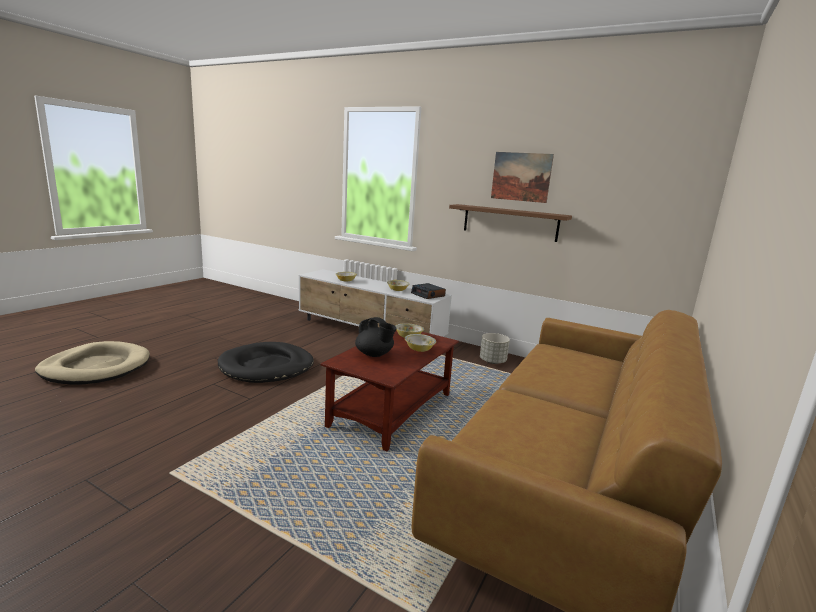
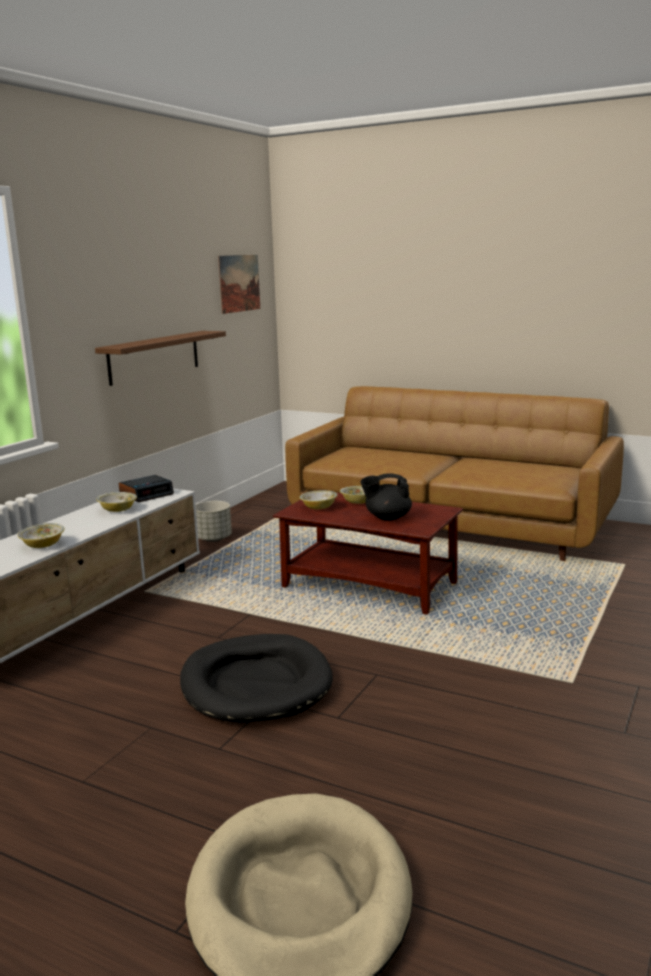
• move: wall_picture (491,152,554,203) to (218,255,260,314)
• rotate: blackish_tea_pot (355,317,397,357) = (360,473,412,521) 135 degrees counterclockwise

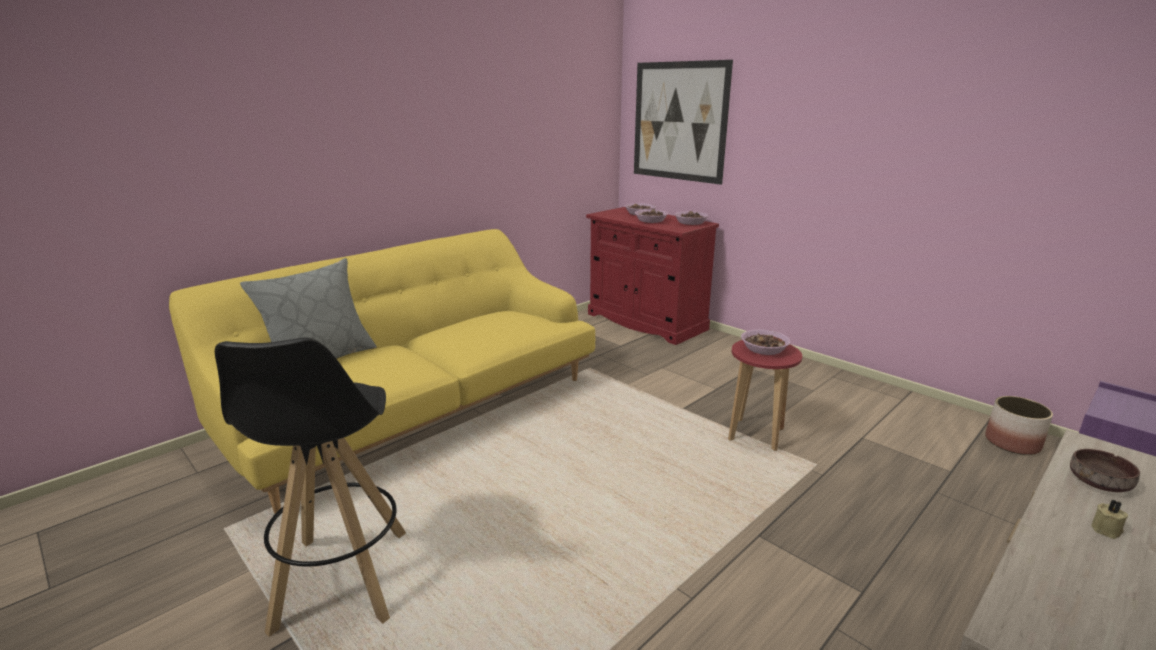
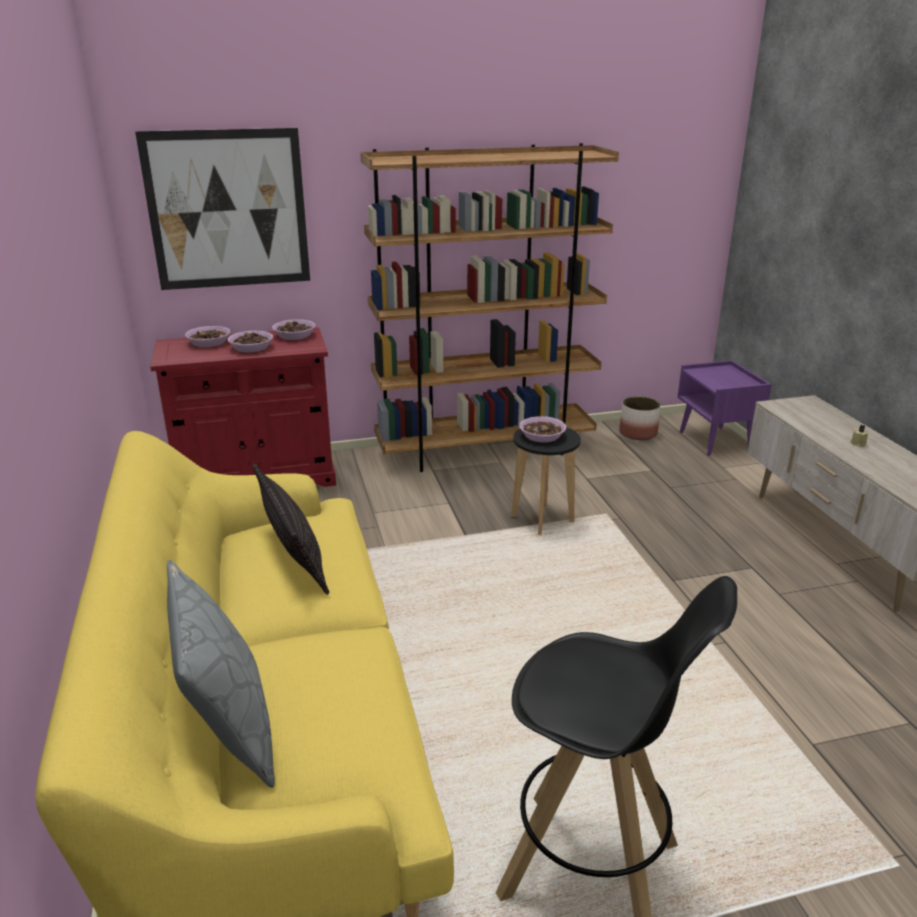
• delete: brown_deep_dish (1070,449,1140,492)
• insert: pillow (253,463,329,595)
• insert: brown_bookshelf (360,143,619,472)
• recolor: red-coloured_sitting_stool (728,340,802,451) to blackish_sitting_stool (511,427,581,535)

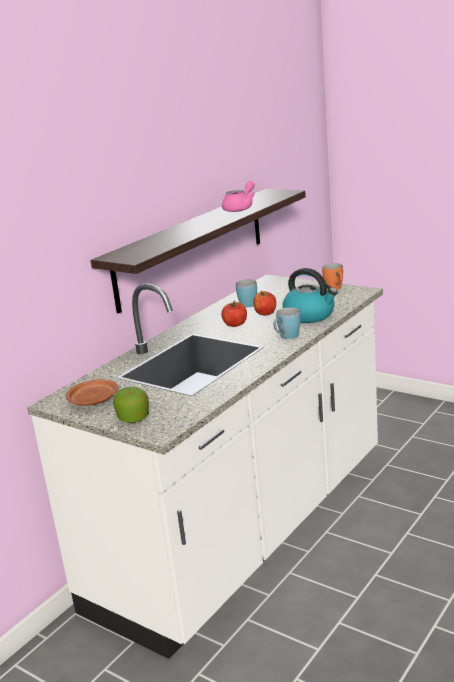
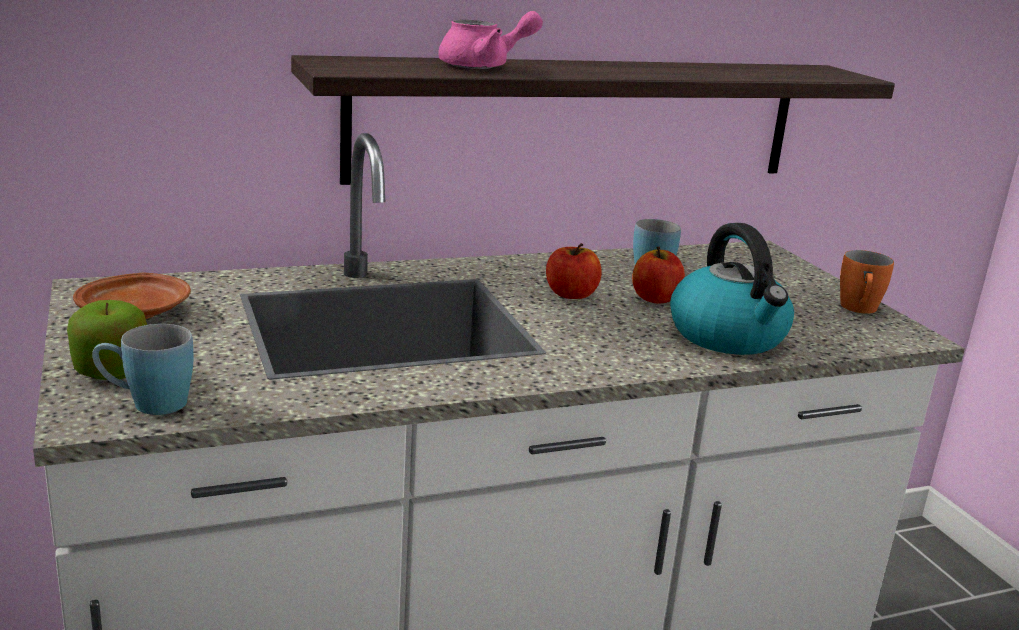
• move: pink_tea_pot (222,181,255,212) to (438,11,543,69)
• move: blue-coloured_tea_mug (273,307,301,339) to (92,324,194,415)

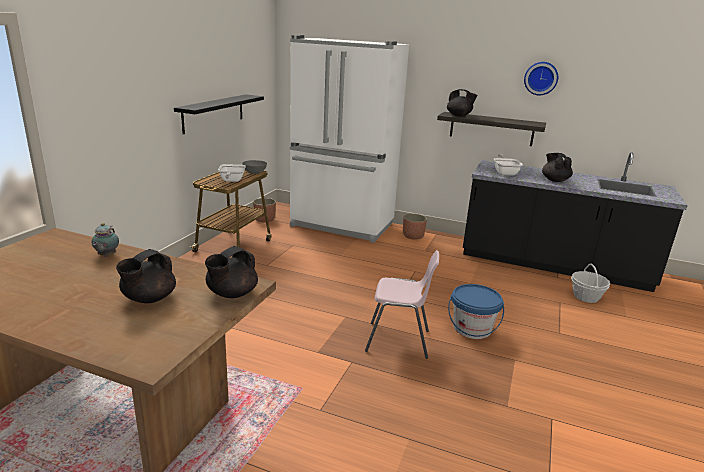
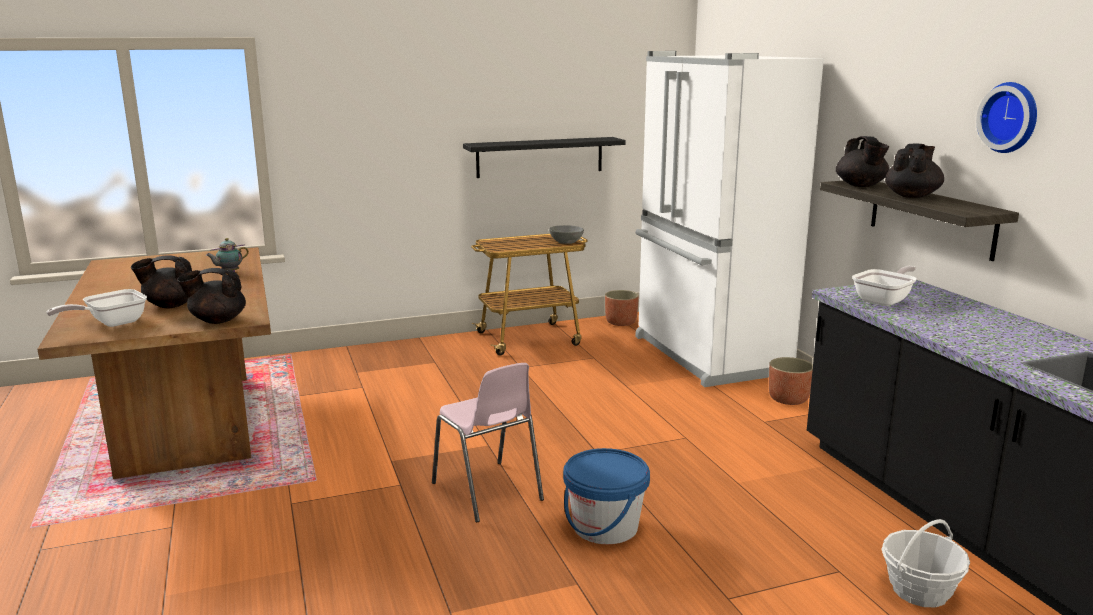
• move: frying_pan (218,164,246,182) to (46,289,147,327)
• move: blackish_tea_pot (542,153,573,182) to (885,144,944,198)

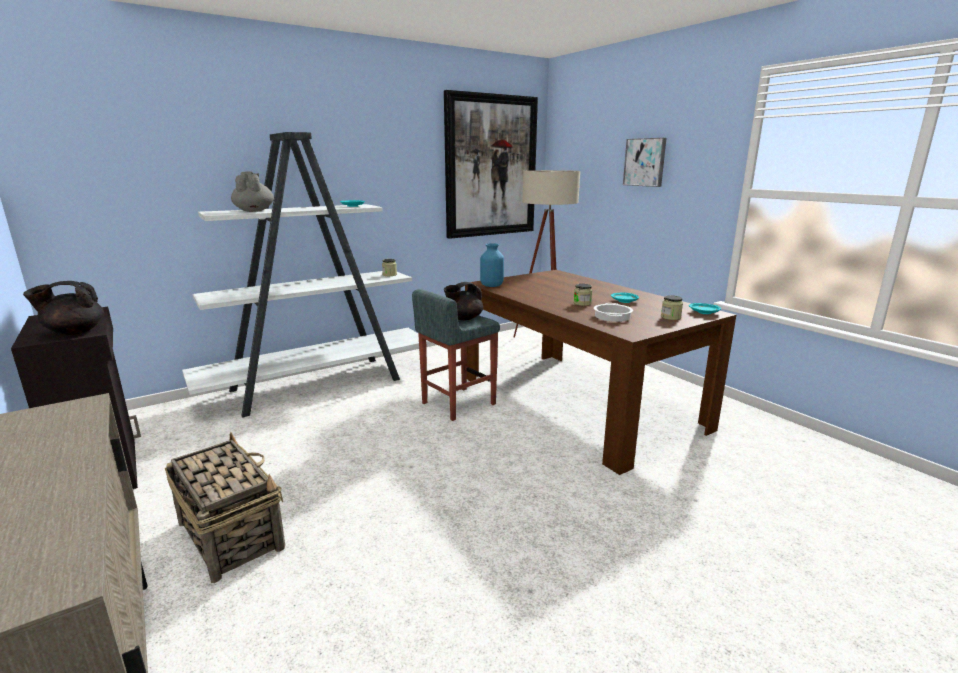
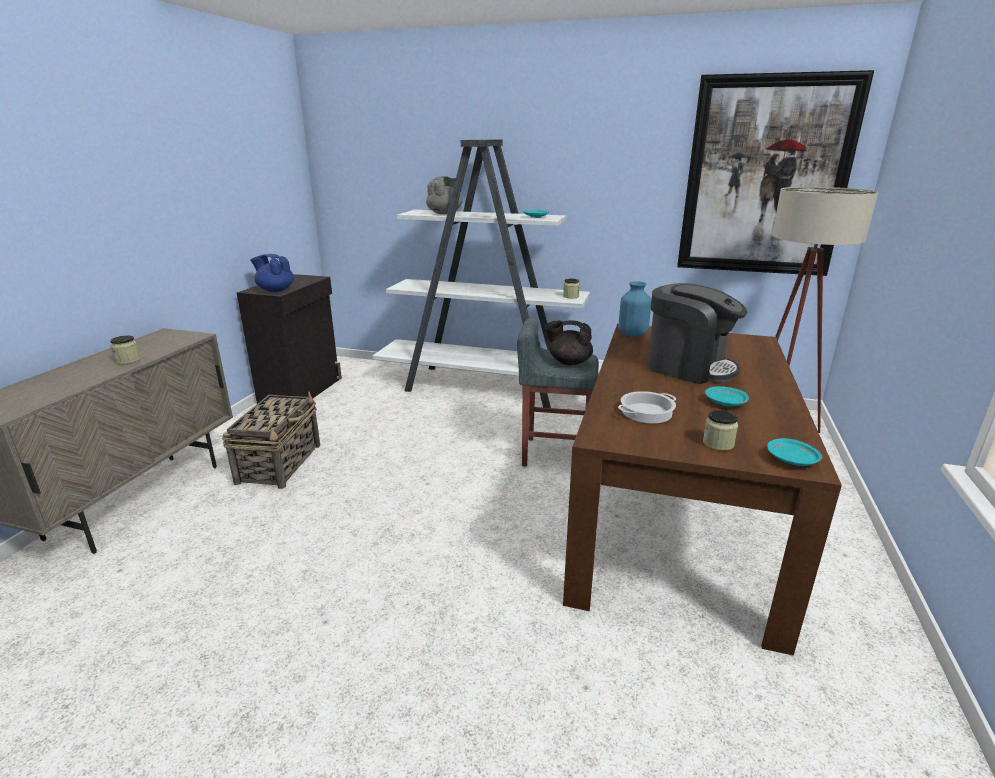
• delete: wall_picture (623,138,666,187)
• insert: coffee_brewer (648,283,747,384)
• move: preserve_jar (574,284,592,306) to (110,335,140,365)
• recolor: blackish_tea_pot (23,281,104,335) to blue-coloured_tea_pot (250,254,294,292)

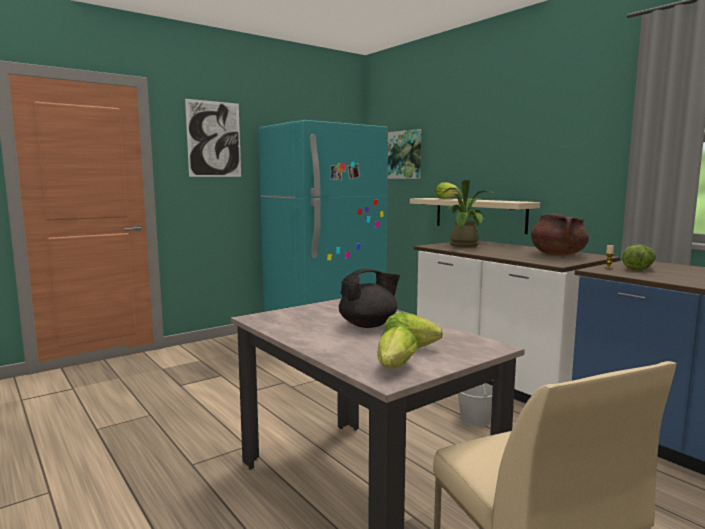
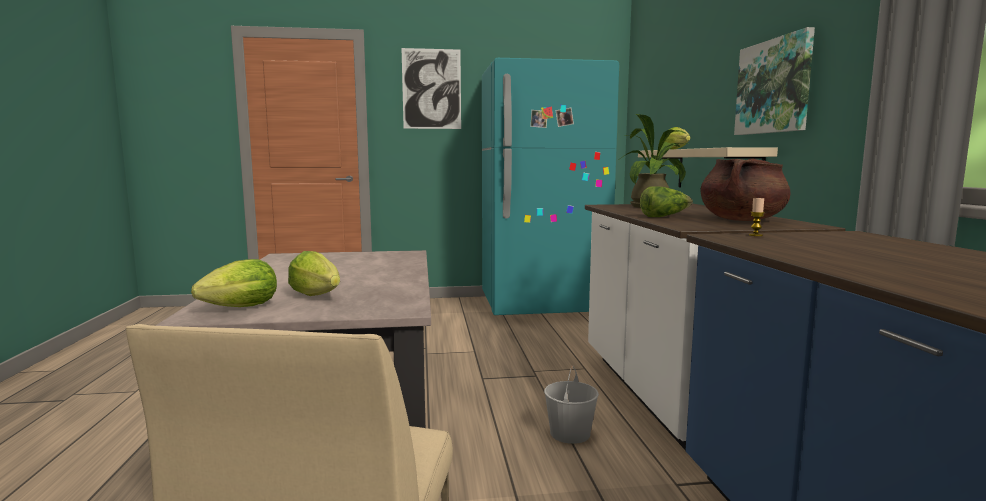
• delete: blackish_tea_pot (339,269,400,328)
• move: wall_picture (388,129,421,179) to (734,27,815,135)
• move: head_of_lettuce (622,245,656,270) to (640,187,693,217)

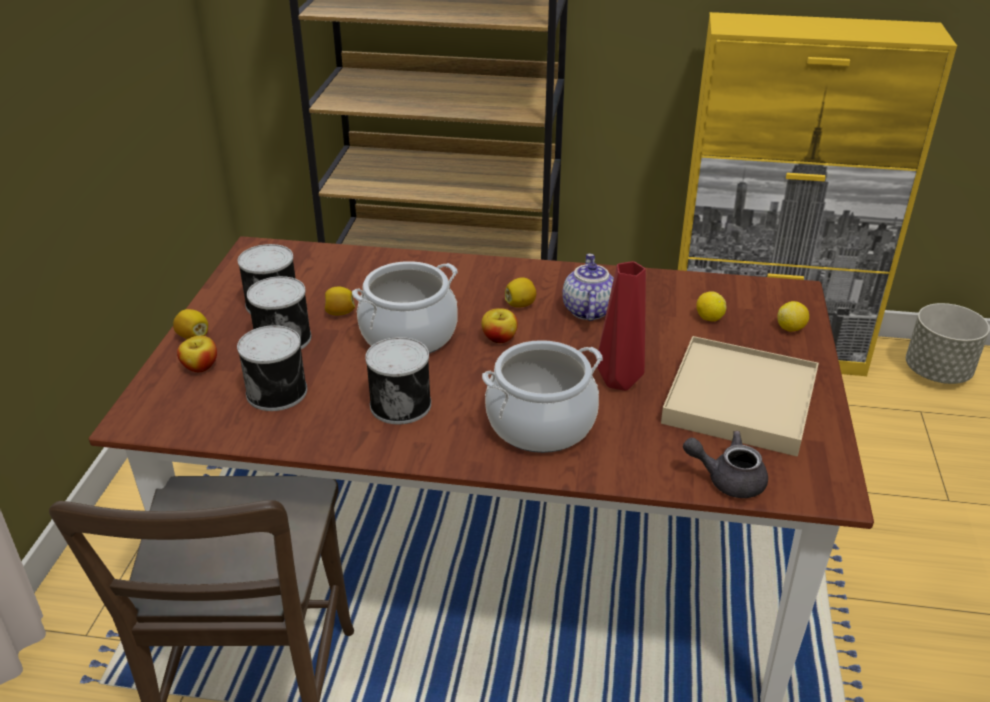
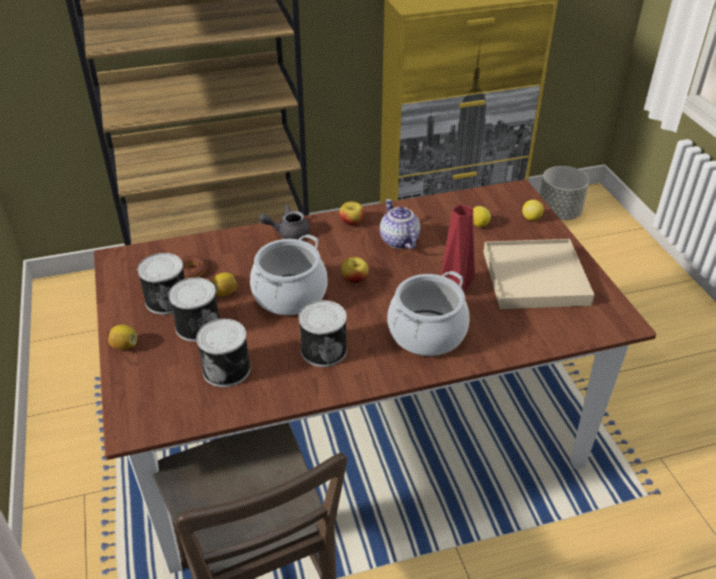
• delete: citrus_fruit (505,277,536,308)
• insert: donut (181,255,208,278)
• move: whole_apple (177,336,217,372) to (340,202,364,226)
• move: gray_tea_pot (683,431,768,498) to (259,205,310,239)

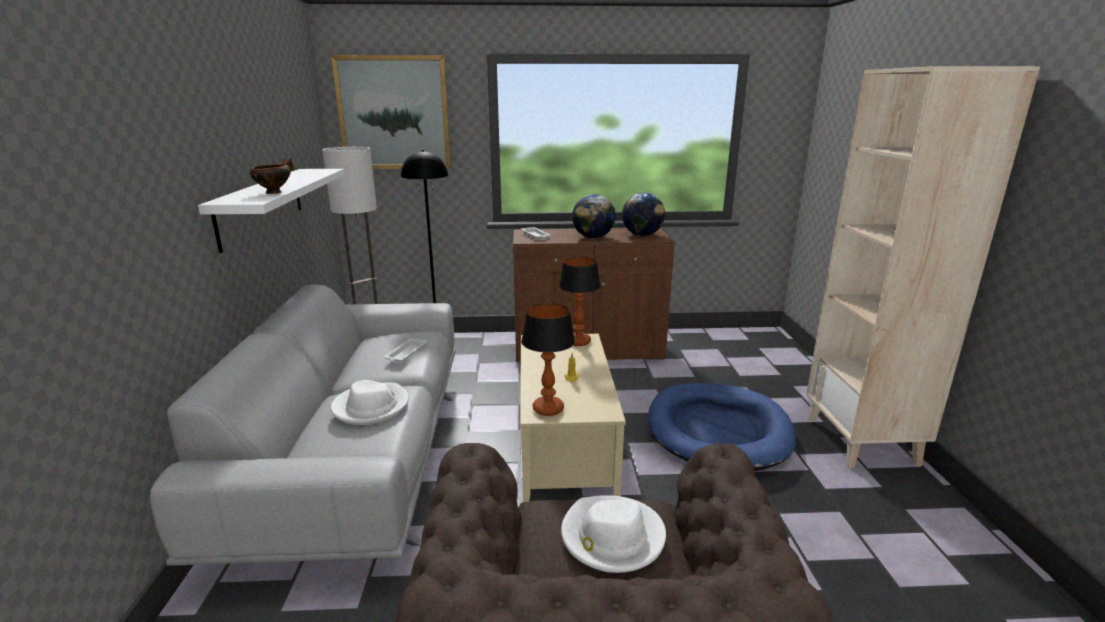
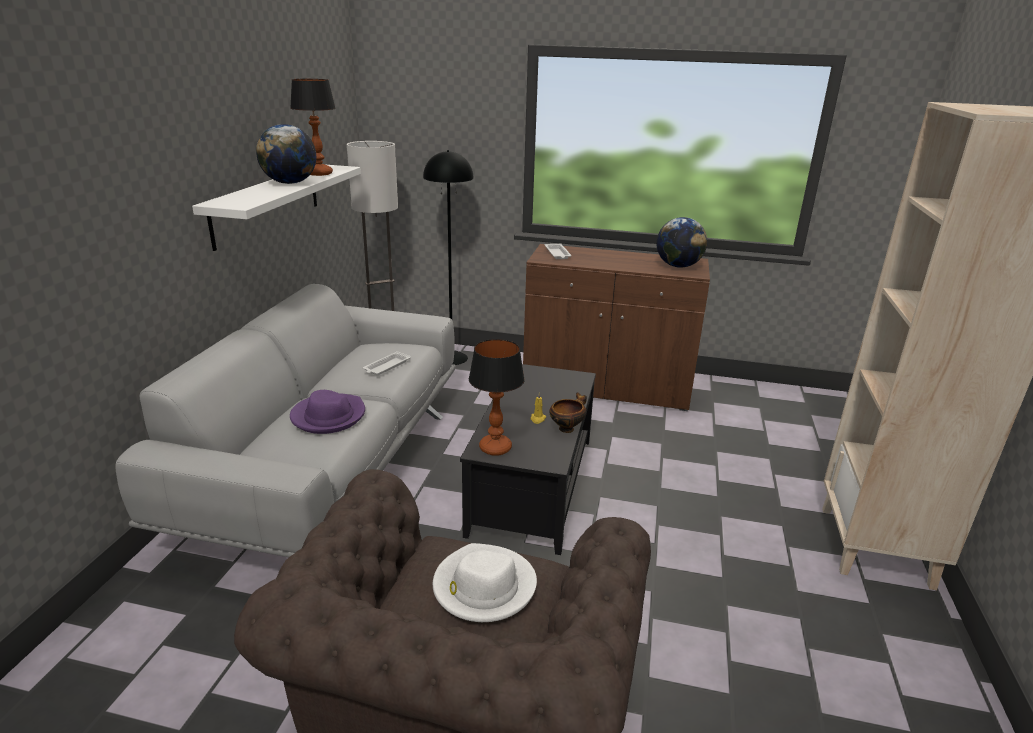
• delete: wall_picture (331,55,451,169)
• delete: blue-coloured_dog_cushion (648,383,796,471)
• move: deep_dish (250,159,294,194) to (549,392,587,433)
• move: tabletop_lamp (559,257,601,346) to (290,79,336,176)
• move: desk_globe (572,194,616,238) to (256,124,316,184)
• recolor: white-coloured_wearable_hat (331,380,409,425) to purplish_wearable_hat (290,390,365,434)
• recolor: beige-coloured_low_table (520,334,626,502) to blackish_low_table (460,364,596,555)

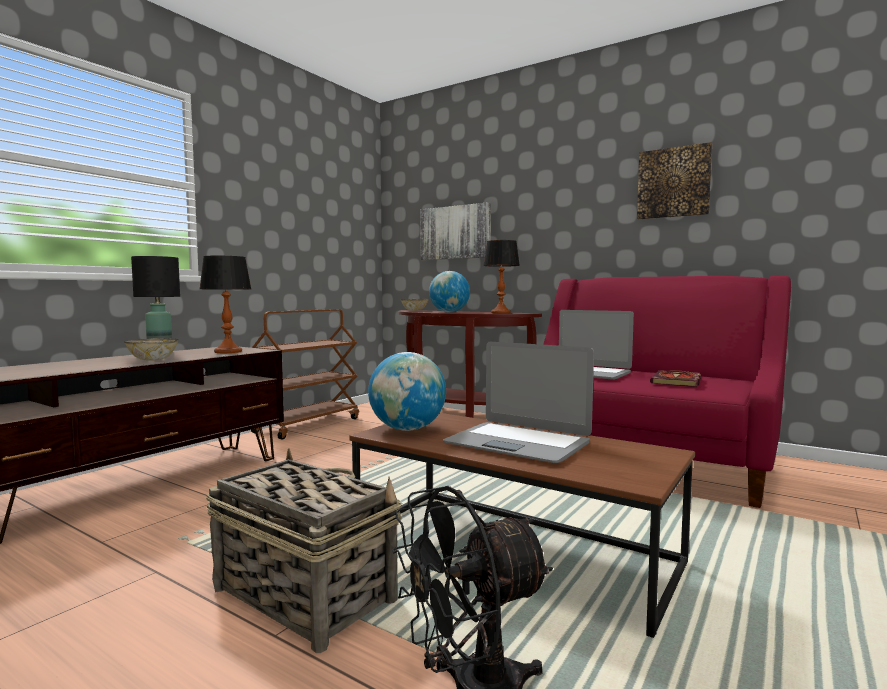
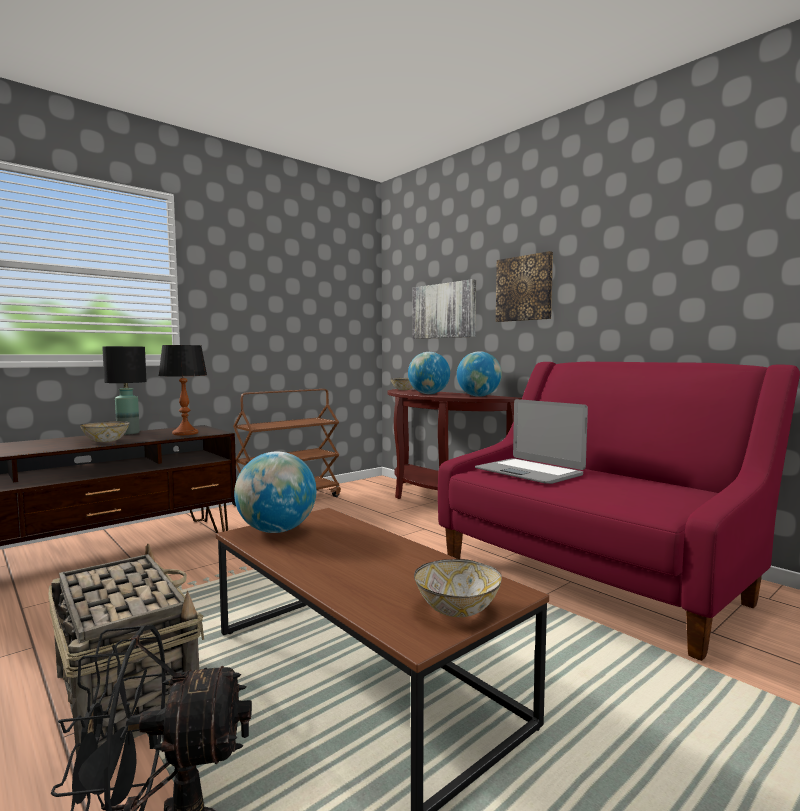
• delete: portable_computer (443,342,594,463)
• delete: book (650,370,701,387)
• insert: deep_dish (414,559,502,617)
• move: wall_picture (637,142,712,219) to (496,251,553,322)
• replace: tabletop_lamp (483,240,520,313) to desk_globe (457,351,502,397)

